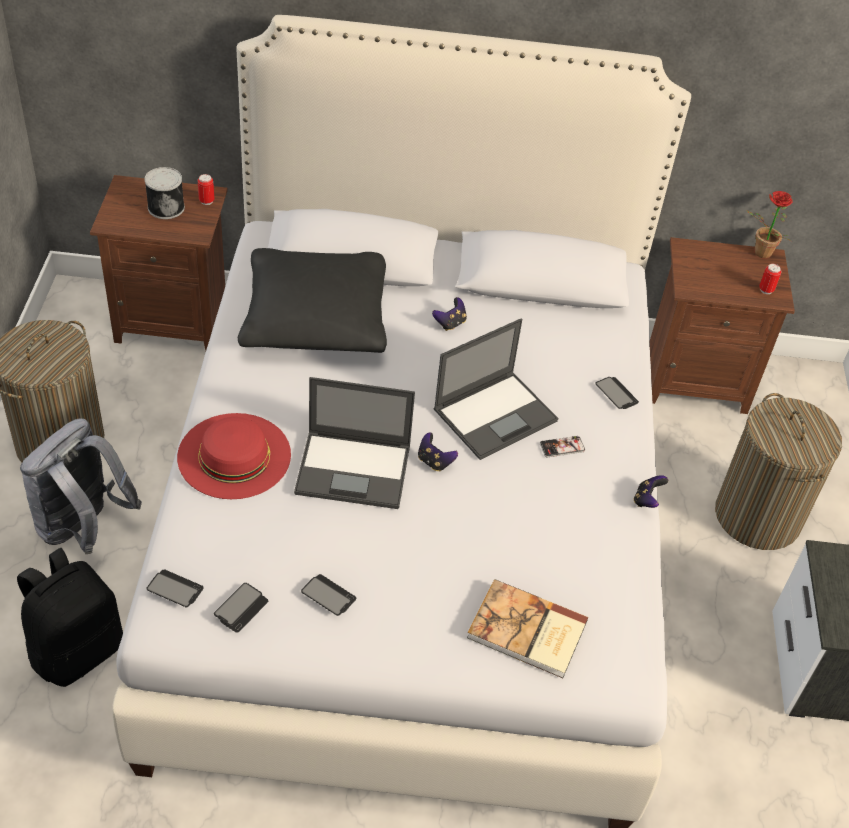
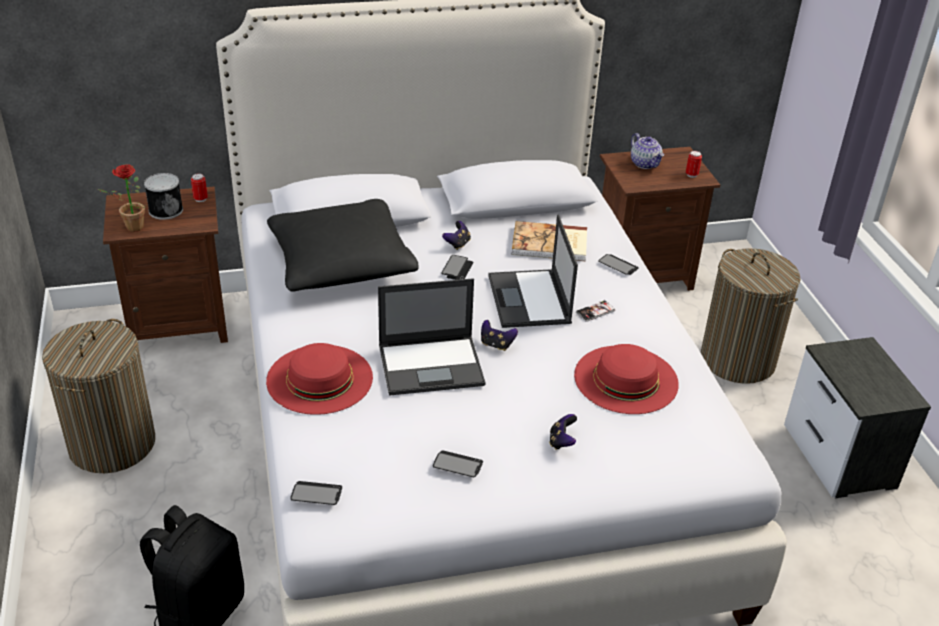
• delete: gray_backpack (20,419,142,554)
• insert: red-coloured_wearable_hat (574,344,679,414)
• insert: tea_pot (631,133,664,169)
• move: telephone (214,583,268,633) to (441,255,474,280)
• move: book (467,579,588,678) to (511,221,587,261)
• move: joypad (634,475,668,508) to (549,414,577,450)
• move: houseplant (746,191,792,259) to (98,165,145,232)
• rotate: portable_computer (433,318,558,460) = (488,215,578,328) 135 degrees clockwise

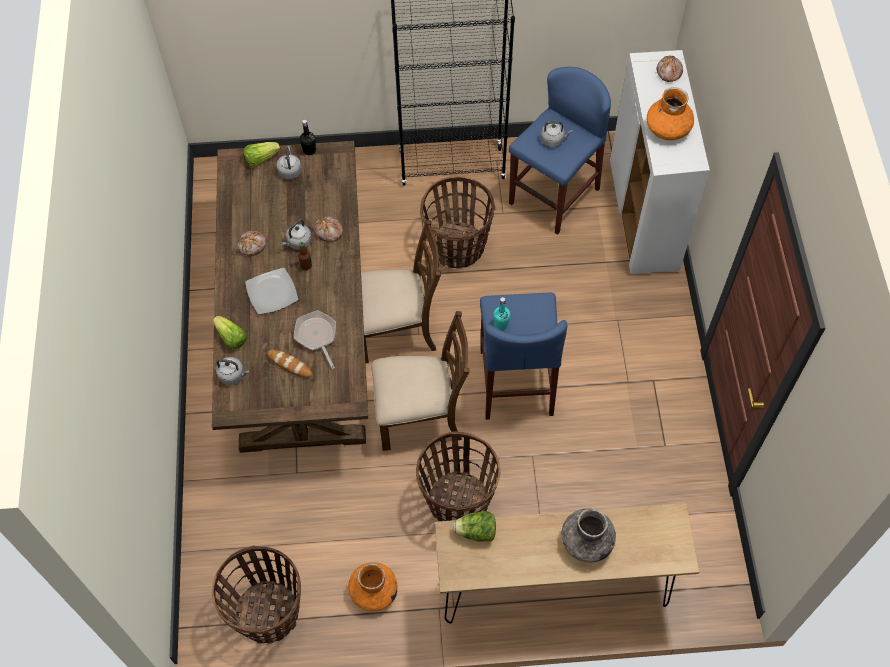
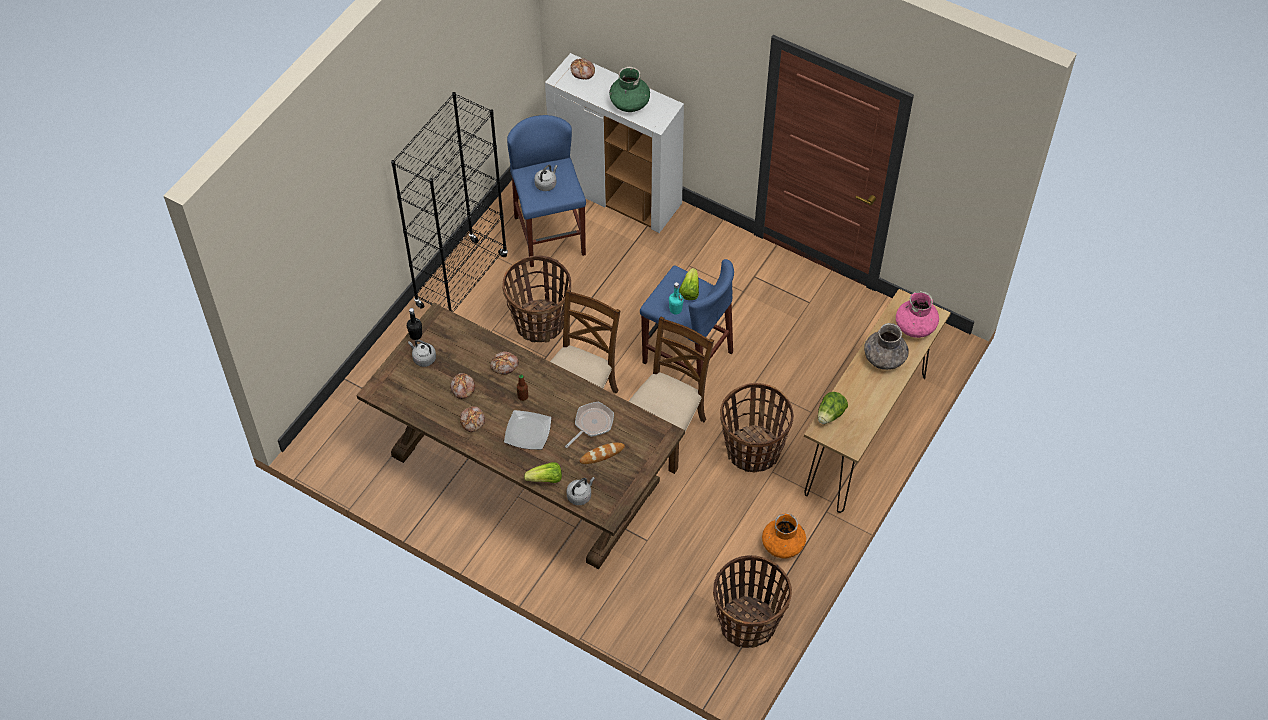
• delete: gray_tea_kettle (281,219,312,250)
• insert: bread (450,373,475,399)
• insert: pink_decorative_vase (896,291,939,338)
• move: head_of_lettuce (243,142,280,167) to (679,268,699,300)
• recolor: orange_decorative_vase (647,87,694,140) to green_decorative_vase (609,67,650,112)
• rotate: frying_pan (294,310,336,369) = (565,401,614,448) 120 degrees clockwise

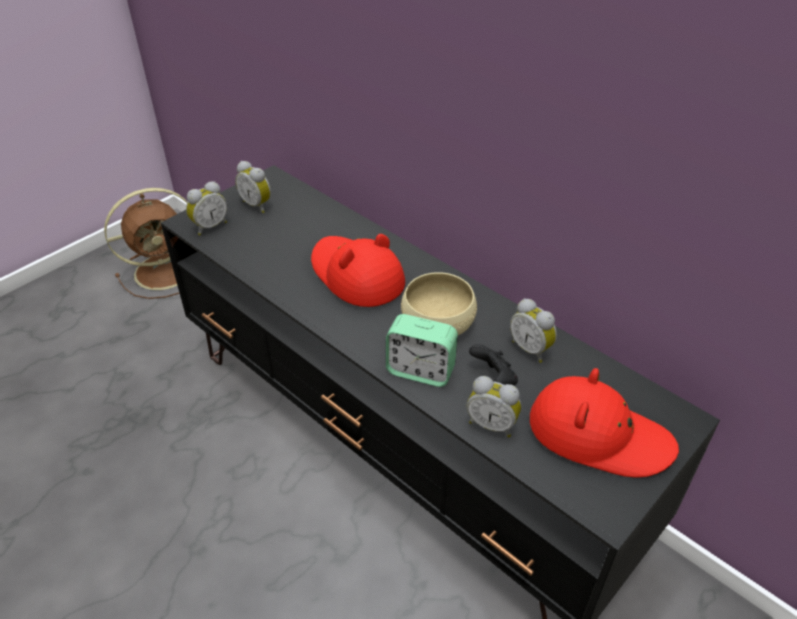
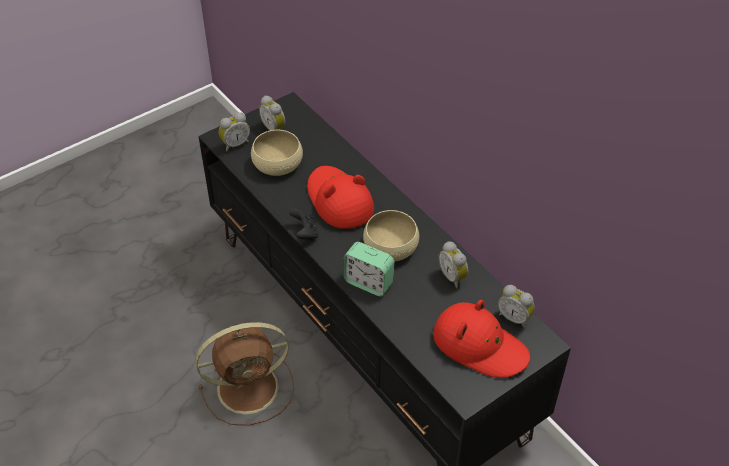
• insert: beige-coloured_deep_dish (251,130,303,176)
• move: brown_electric_fan (104,188,187,299) to (196,322,294,425)
• move: alarm_clock (467,376,521,438) to (498,285,535,328)
• move: blackish_joypad (469,344,518,386) to (289,208,318,241)

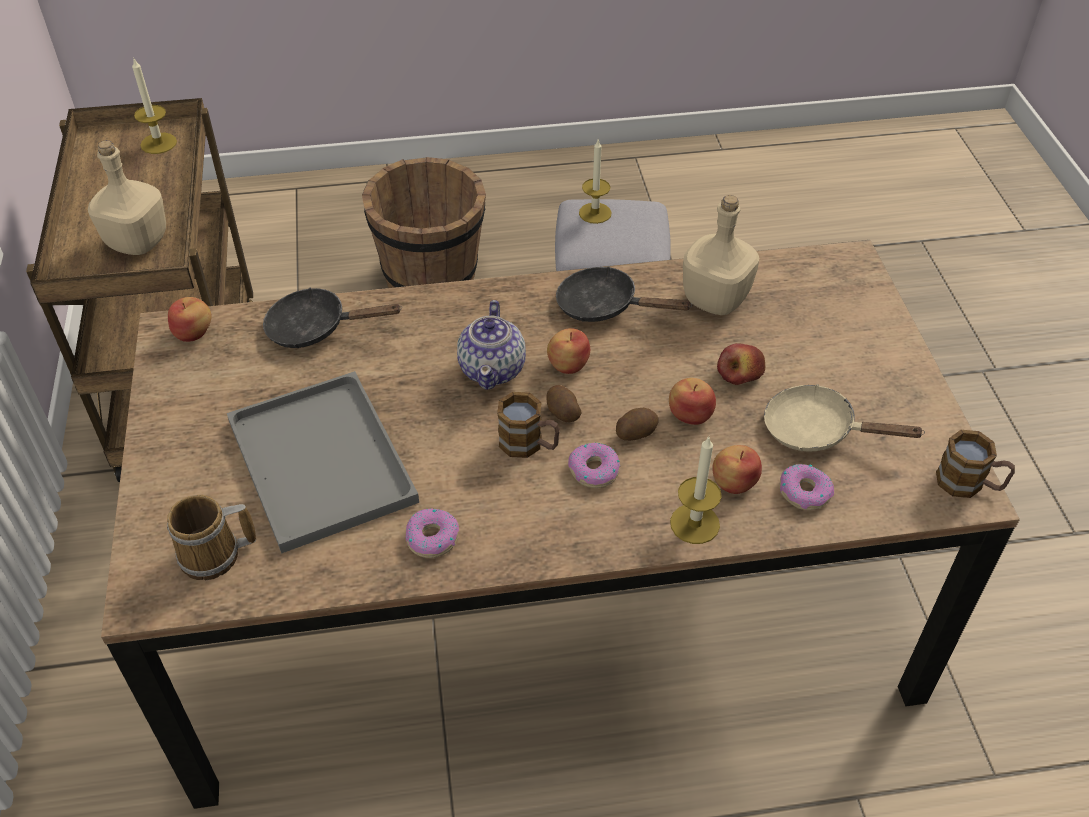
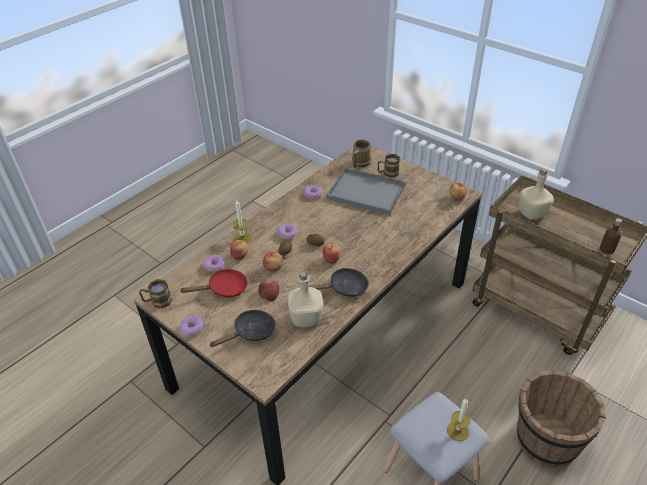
• delete: tea_pot (457,300,526,390)
• insert: donut (180,316,203,337)
• move: blackish_frying_pan (263,288,402,348) to (209,310,276,347)
• move: tea_mug (497,392,560,458) to (378,154,400,177)
• replace: wax_light (132,59,177,154) to brown_beverage_bottle (600,218,622,254)
• recolor: beige-coloured_frying_pan (764,384,925,452) to red-coloured_frying_pan (180,269,248,297)

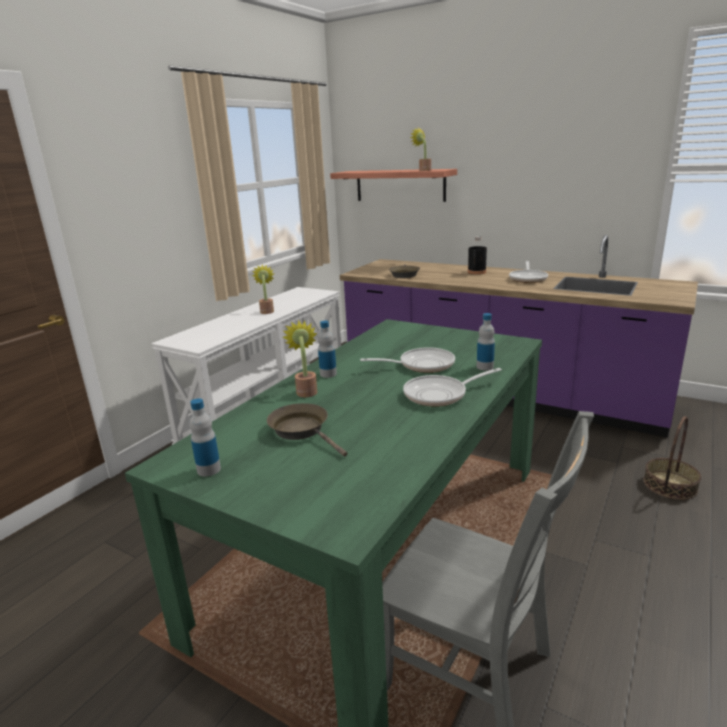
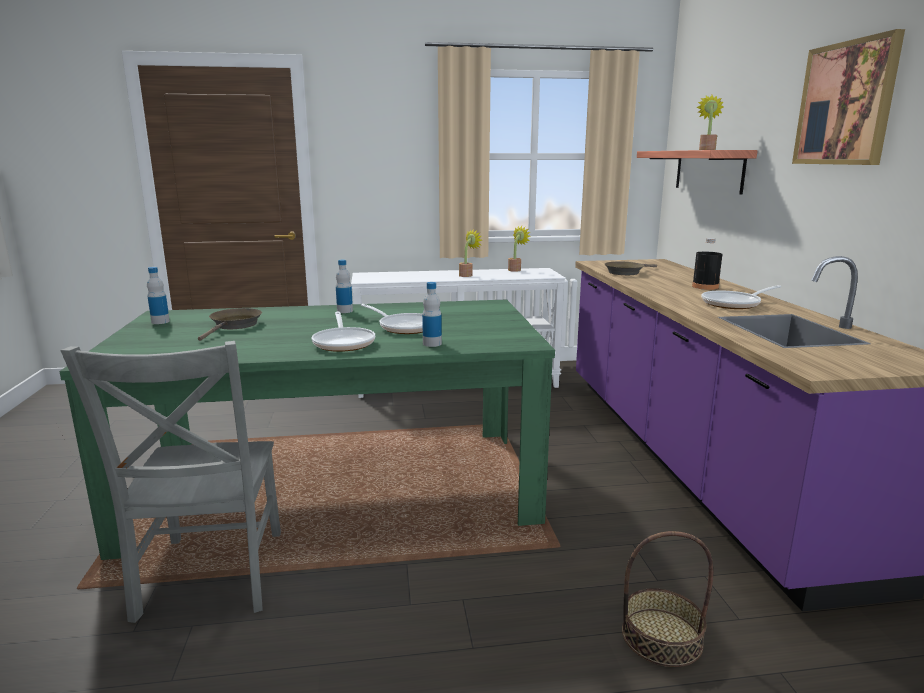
• insert: wall_picture (792,29,905,165)
• move: houseplant (283,320,317,397) to (508,226,531,272)
• rotate: frying_pan (403,368,502,407) = (312,312,375,352) 135 degrees counterclockwise

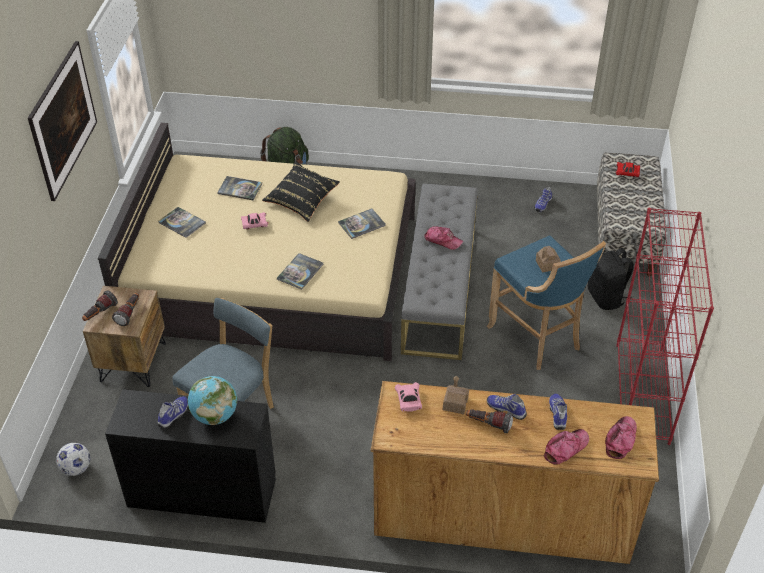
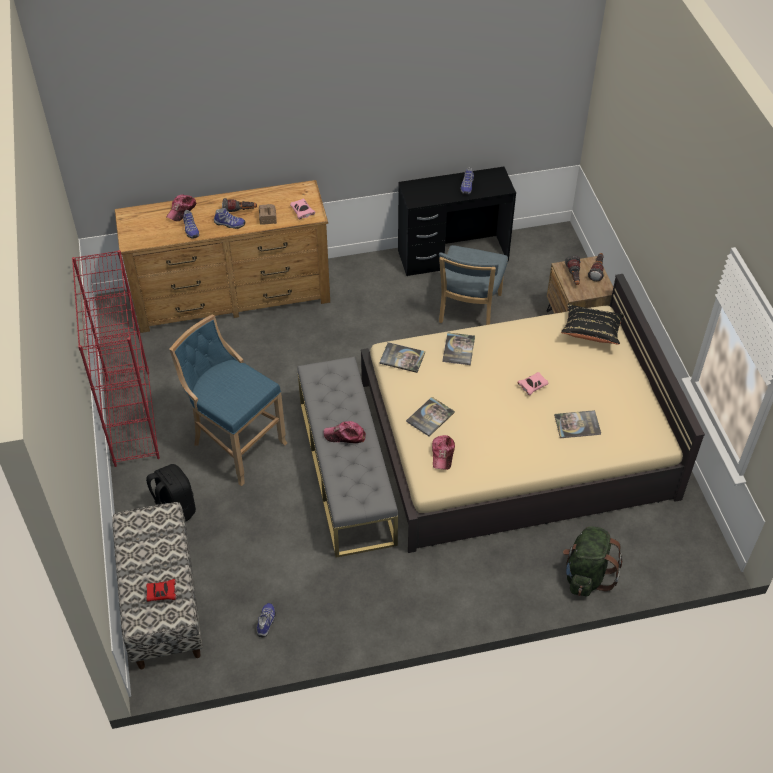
• delete: wall_picture (28,41,97,201)
• delete: ball_for_football (56,443,91,476)
• delete: desk_globe (188,376,237,425)
• delete: model_house (536,246,561,272)
• move: book (158,207,206,238) to (380,342,425,373)
• move: blackish_pillow (262,161,340,222) to (561,304,624,345)
• move: baseball_cap (605,416,637,459) to (432,435,455,470)

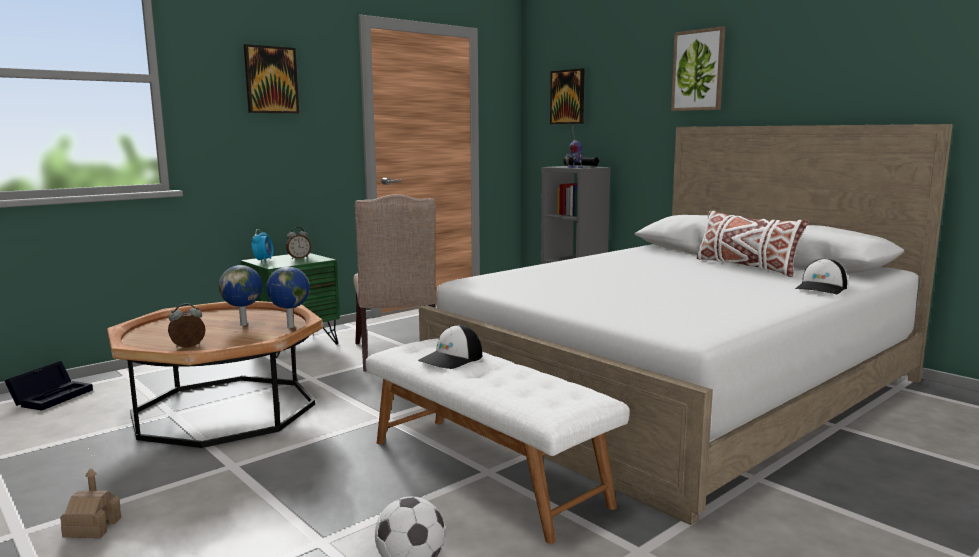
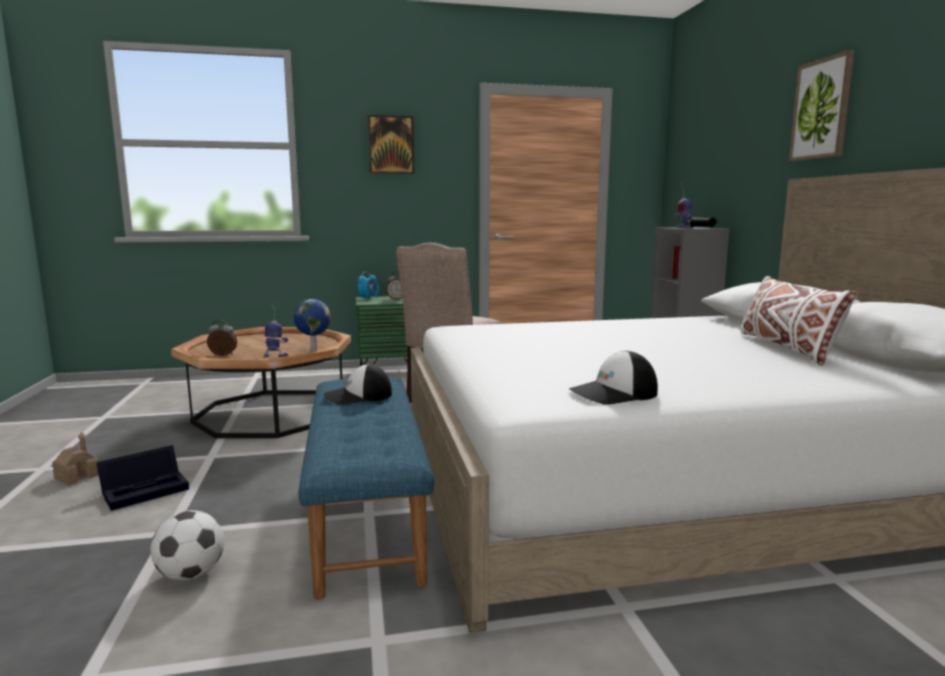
• delete: desk_globe (219,265,263,326)
• delete: wall_picture (550,69,584,124)
• insert: model_robot (264,302,289,357)
• move: blackish_storage_bin (5,361,93,411) to (96,445,189,511)
• move: baseball_cap (795,258,847,294) to (569,351,658,405)
• recolor: white-coloured_indoor_bench (366,338,630,544) to blue-coloured_indoor_bench (298,378,434,600)

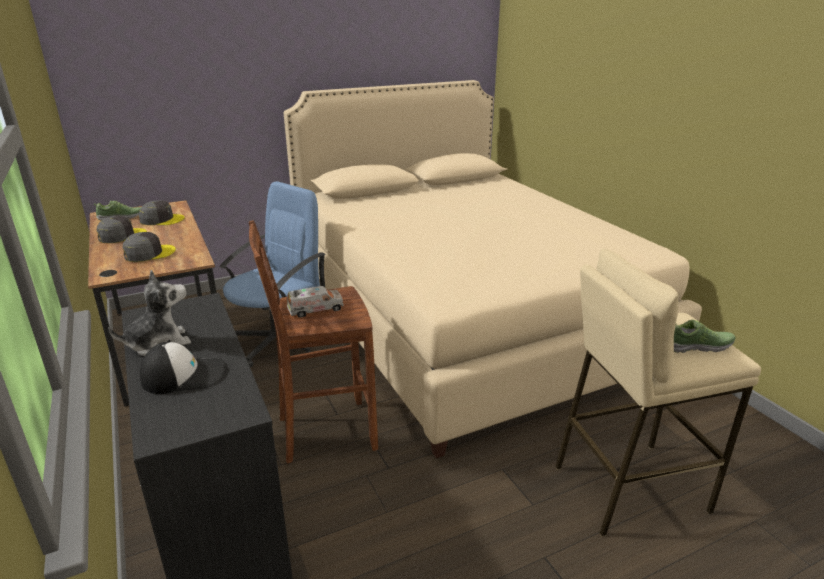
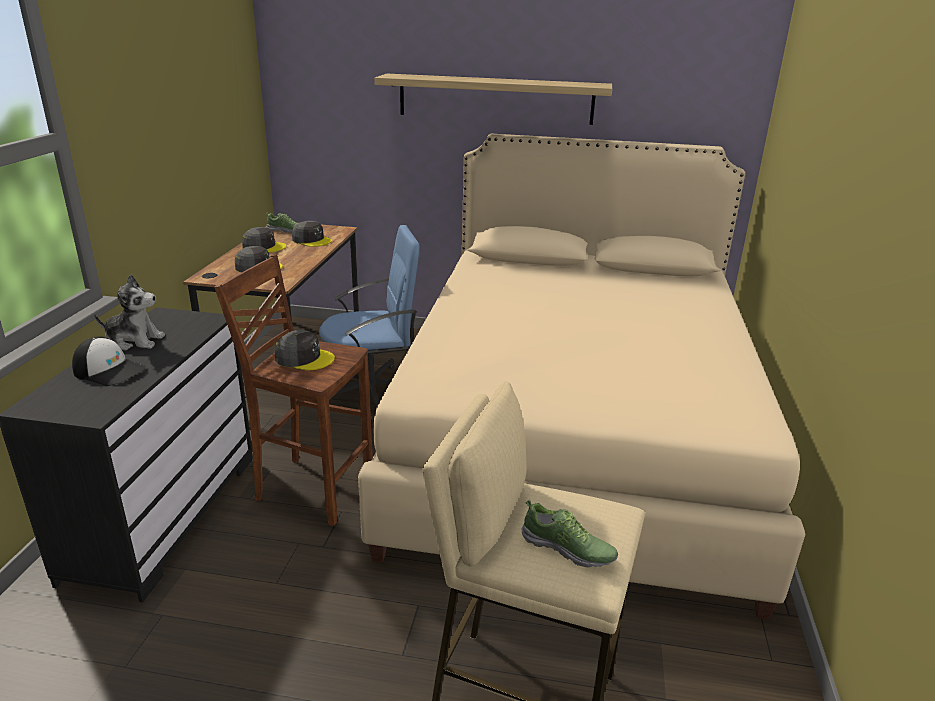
• insert: wall_shelf (374,74,612,125)
• replace: toy_truck (287,286,344,318) to gray_baseball_cap (275,330,335,370)

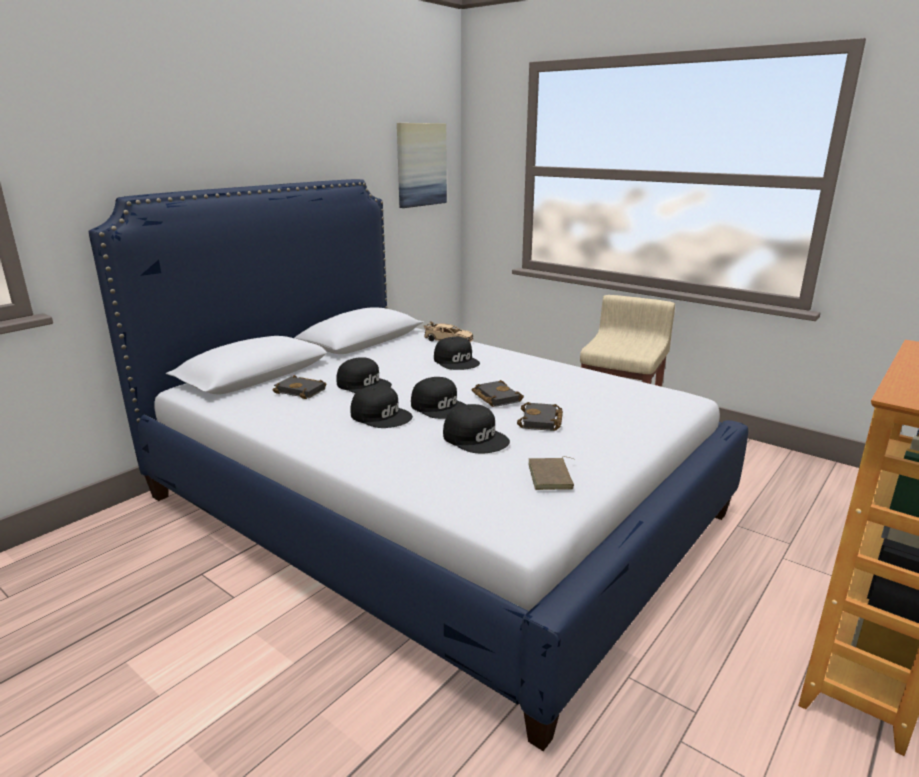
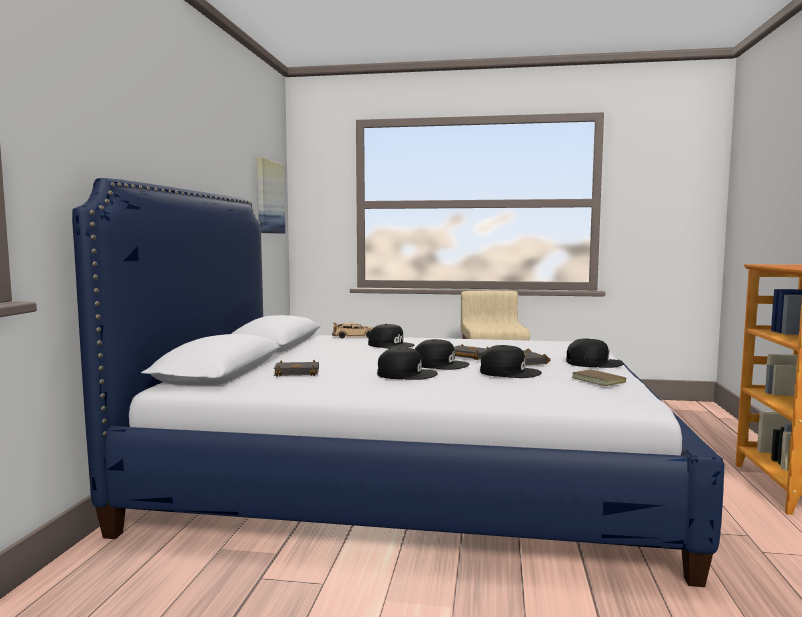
• move: blackish_baseball_cap (336,357,392,393) to (566,339,624,368)

